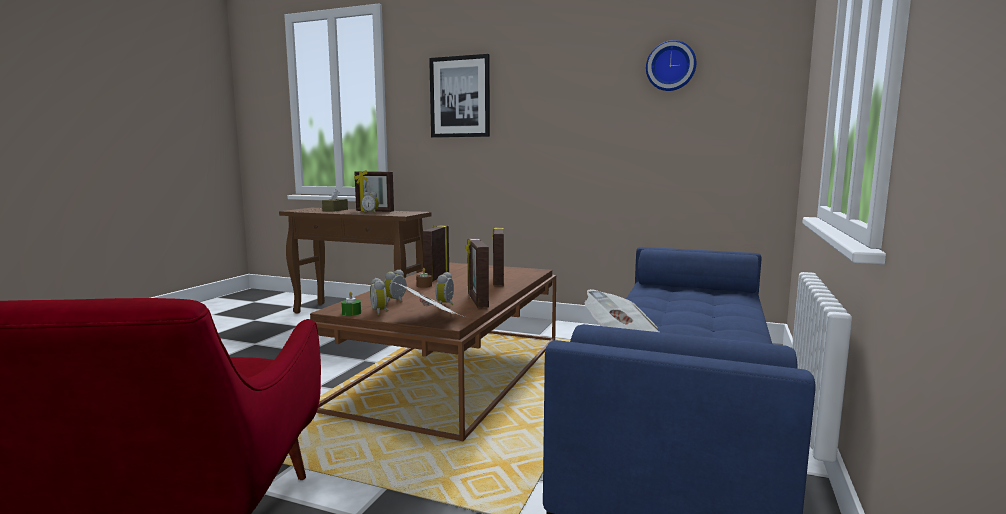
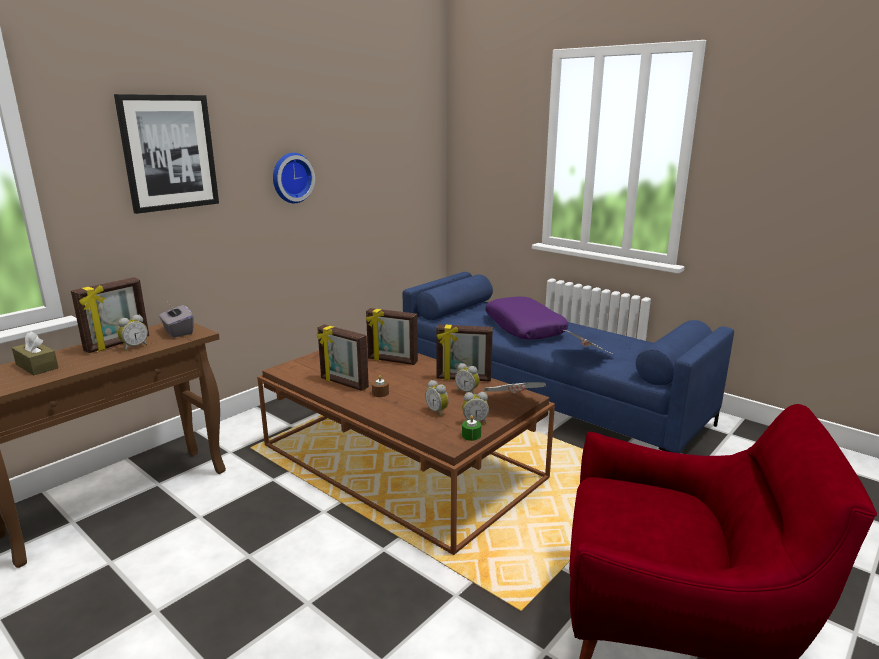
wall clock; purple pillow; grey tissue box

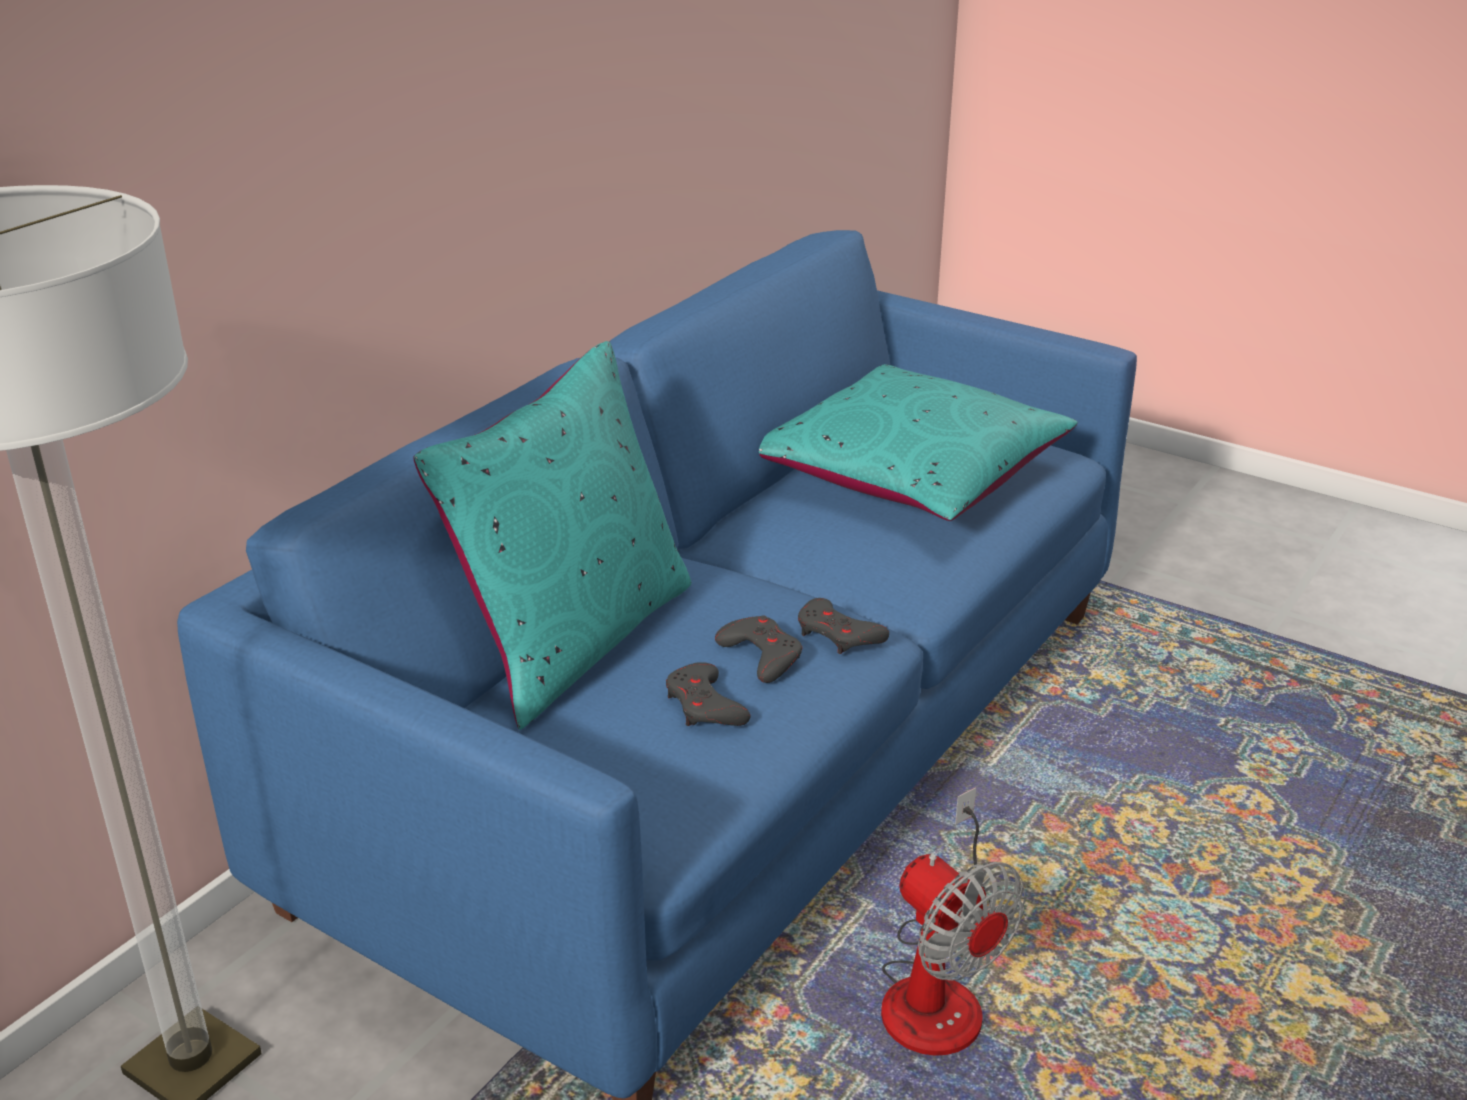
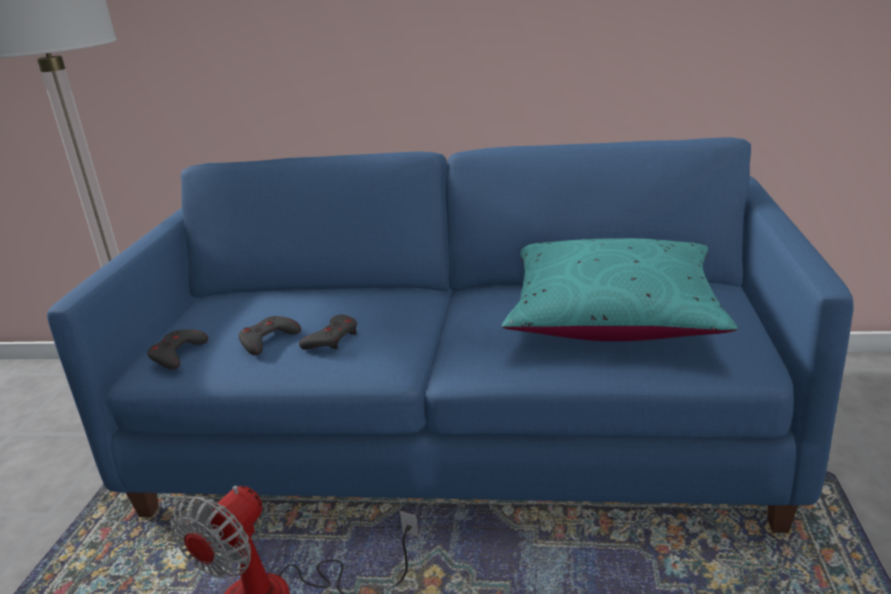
turquoise pillow (no. 1 from left in the first image); grey game controller (no. 1 from left)

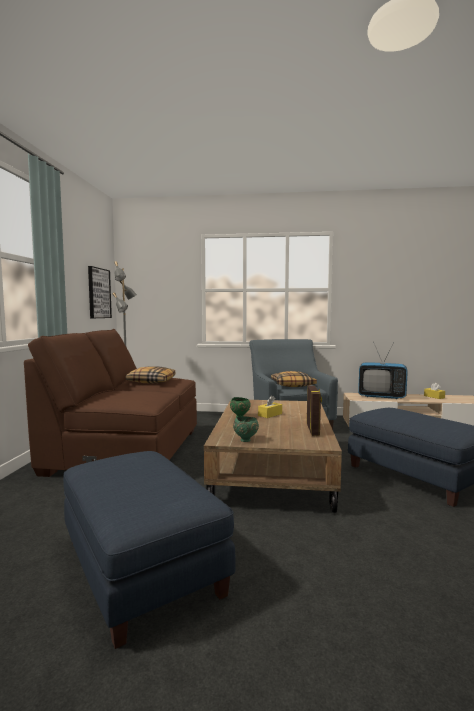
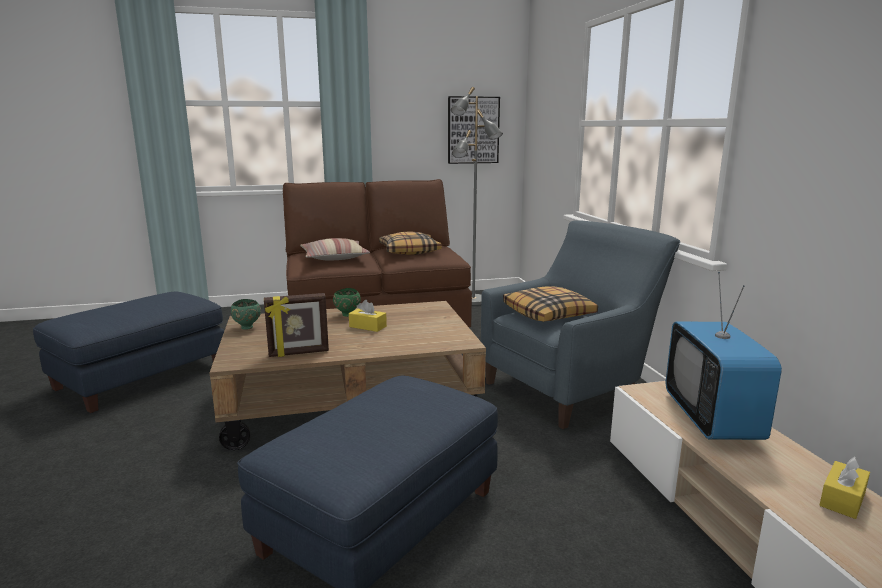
pillow (no. 1 from left)

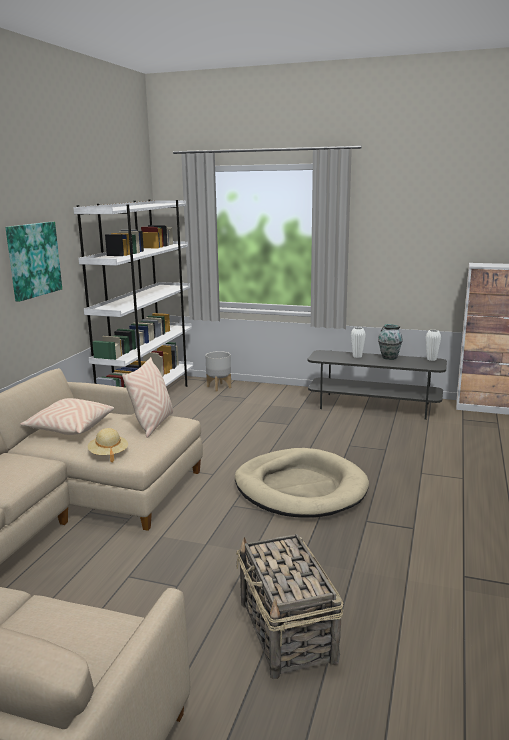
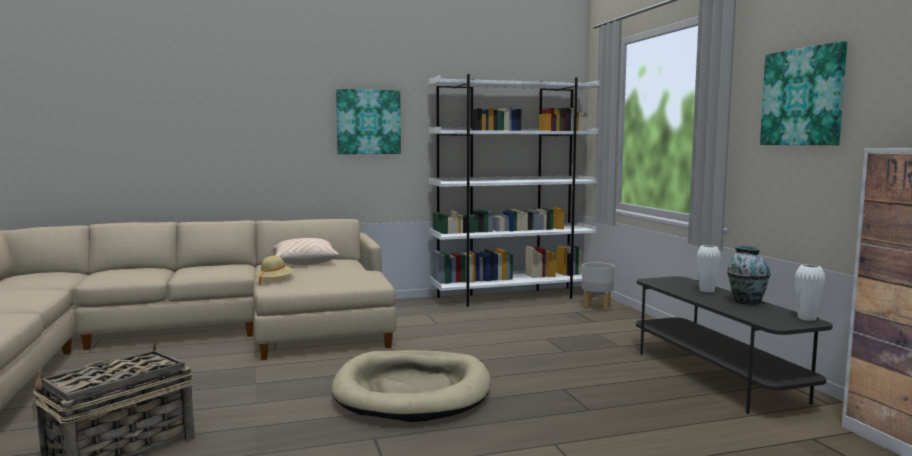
beige pillow (no. 2 from left in the first image); picture (no. 2 from left)

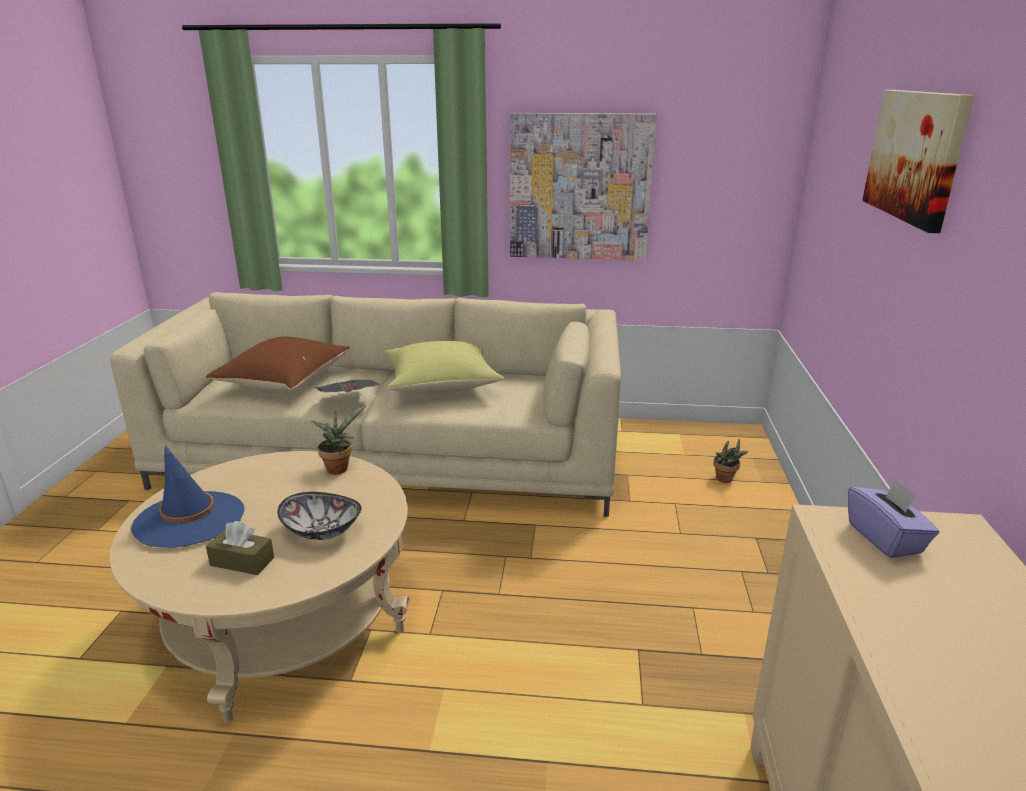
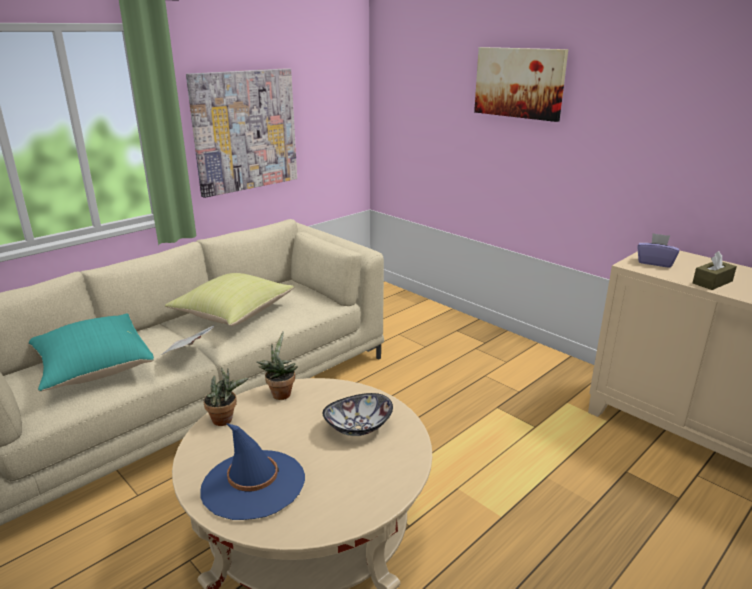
turquoise pillow; potted plant (no. 1 from left); brown tissue box

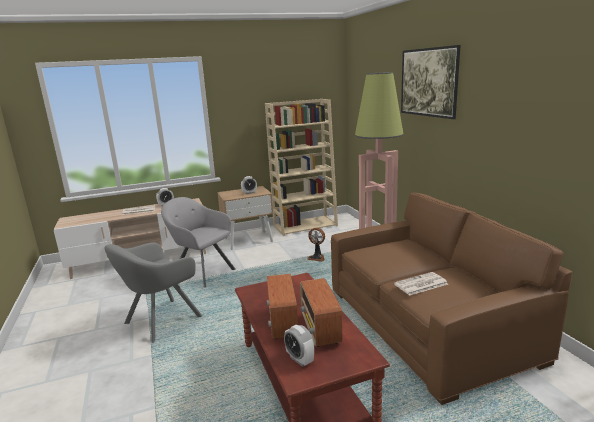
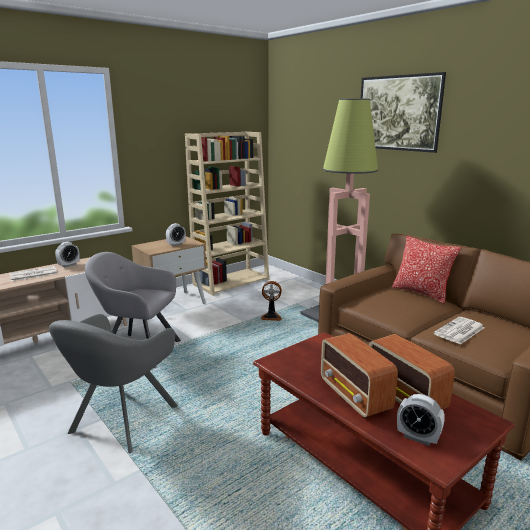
pillow

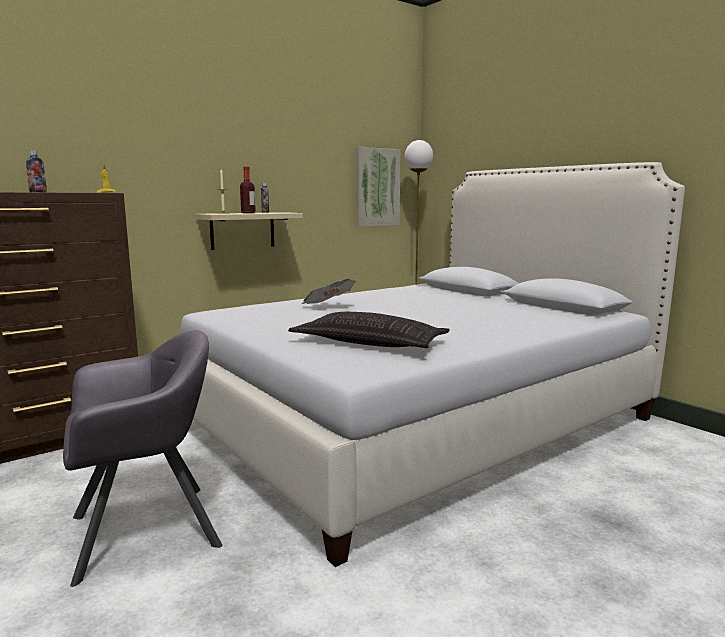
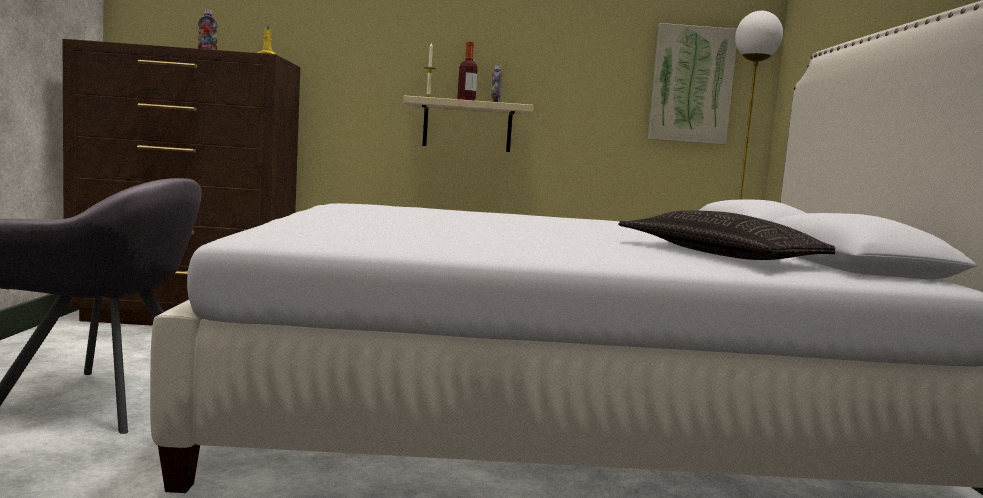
newspaper; pillow

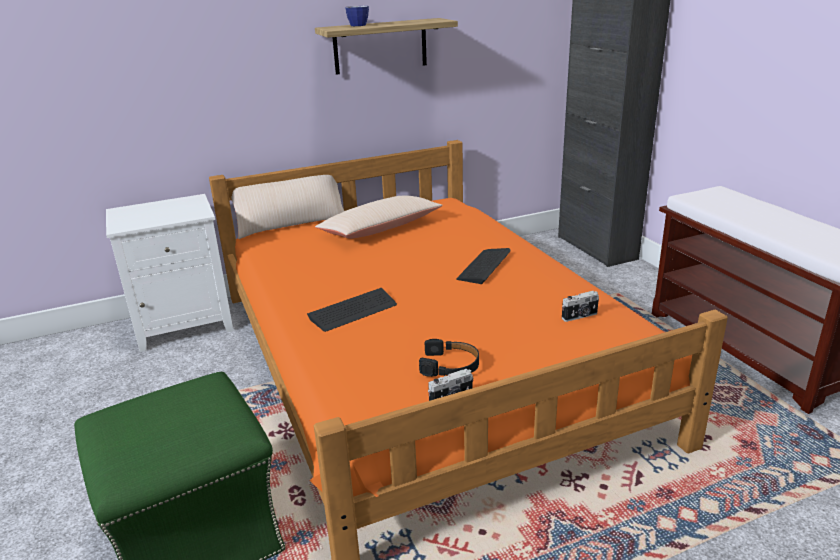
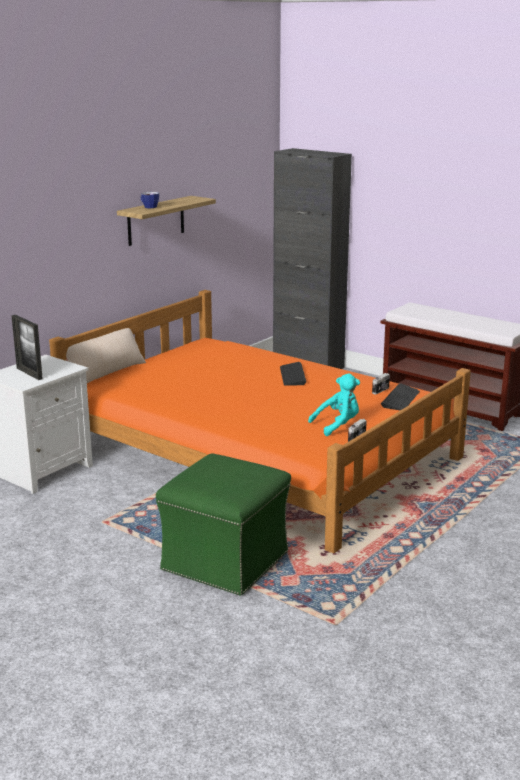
beige pillow (no. 2 from left in the first image); keyboard (no. 2 from left); turquoise plush toy; picture frame

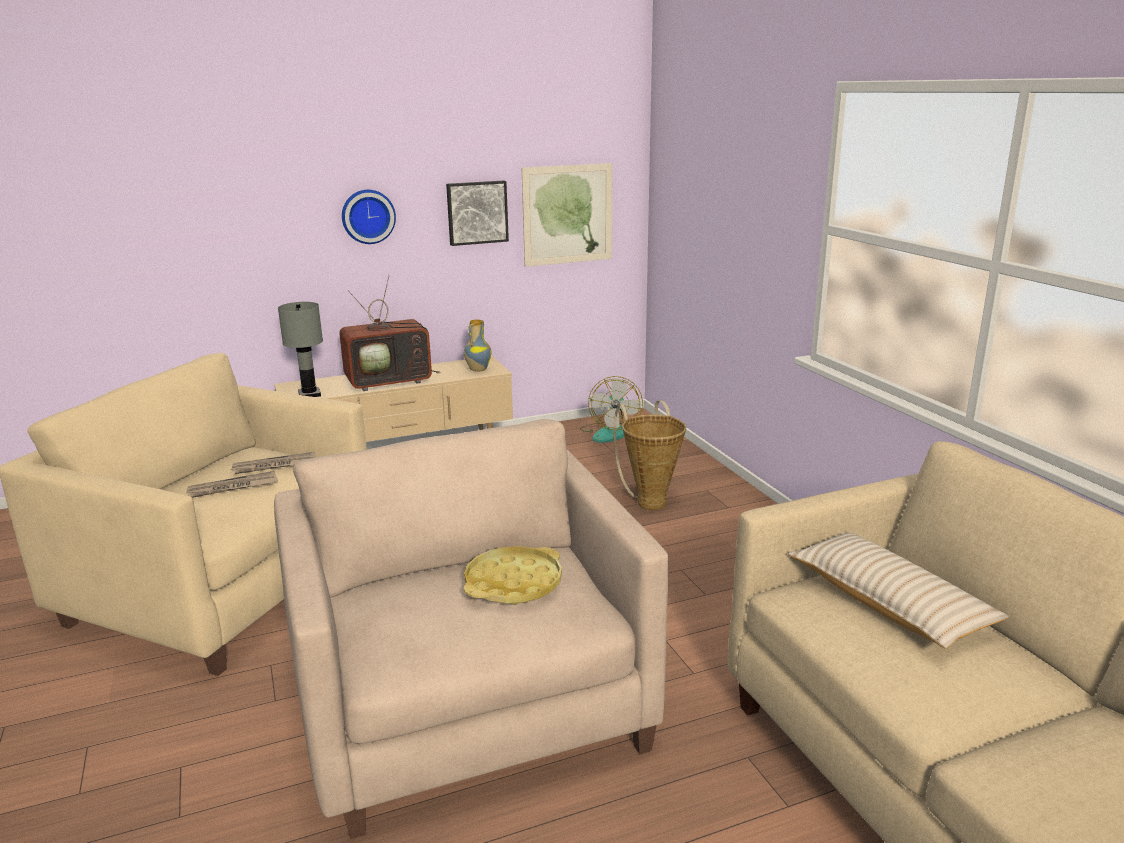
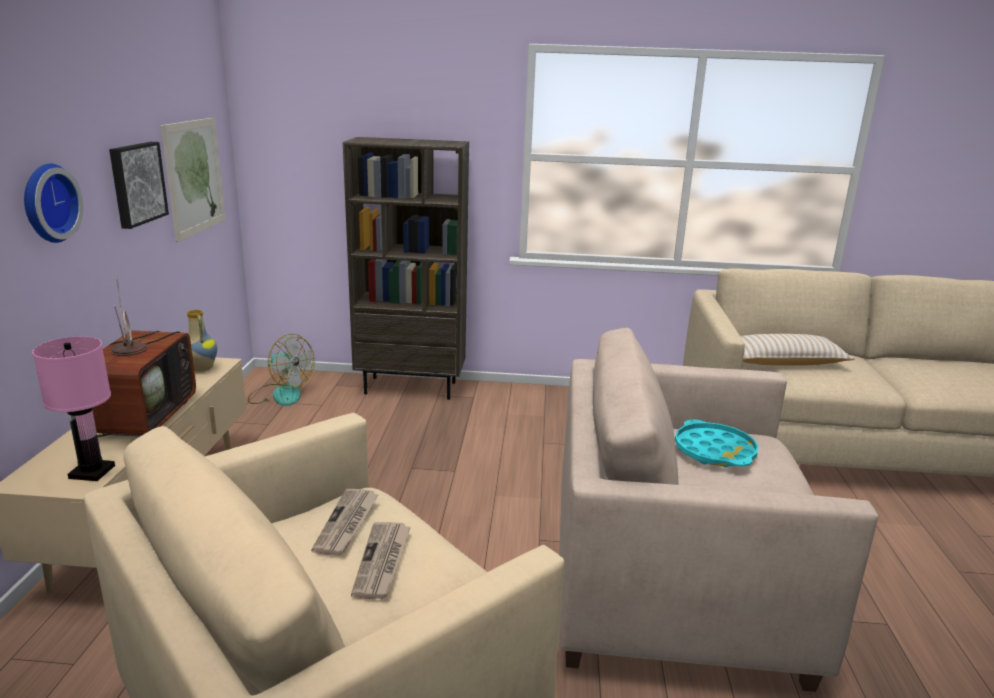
pink table lamp; basket; turquoise tray; brown bookcase

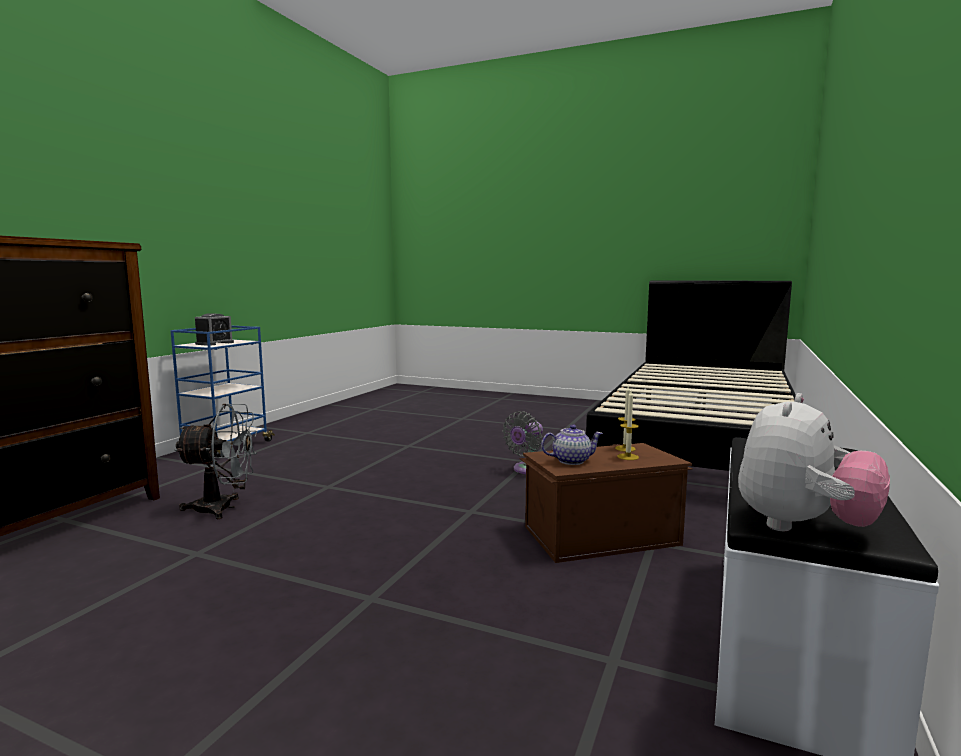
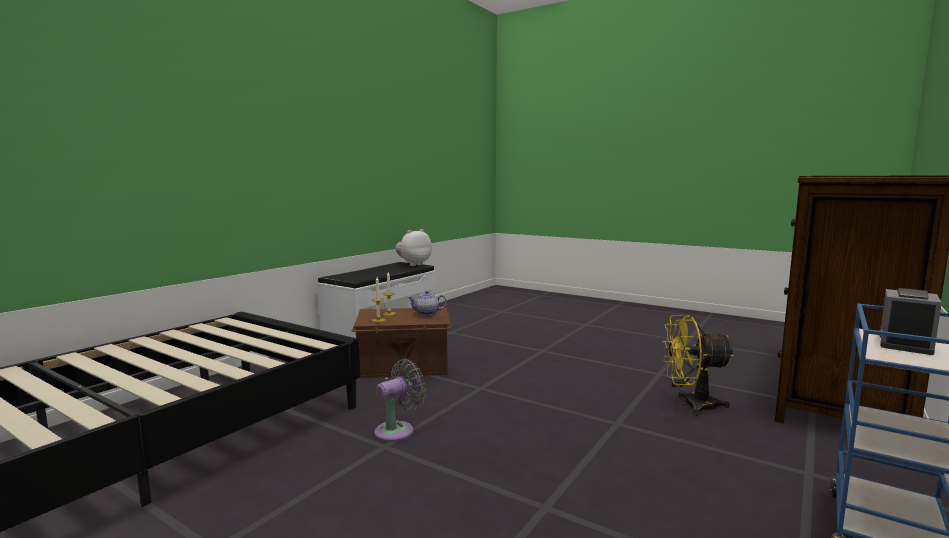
yellow fan

